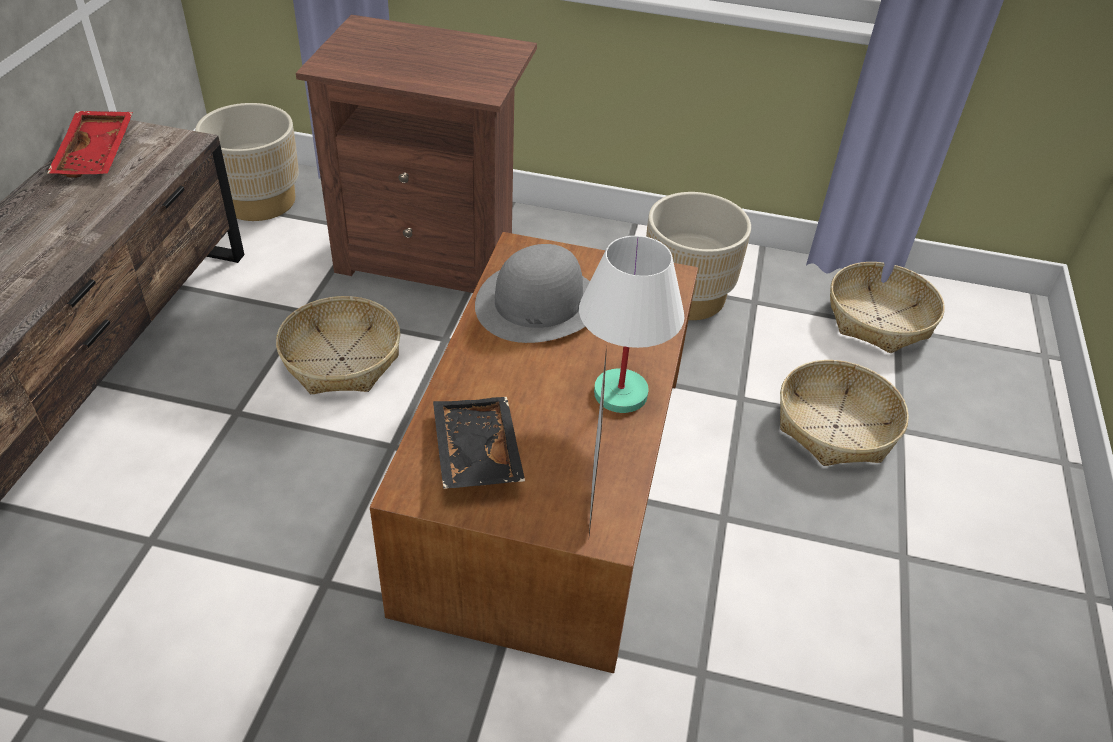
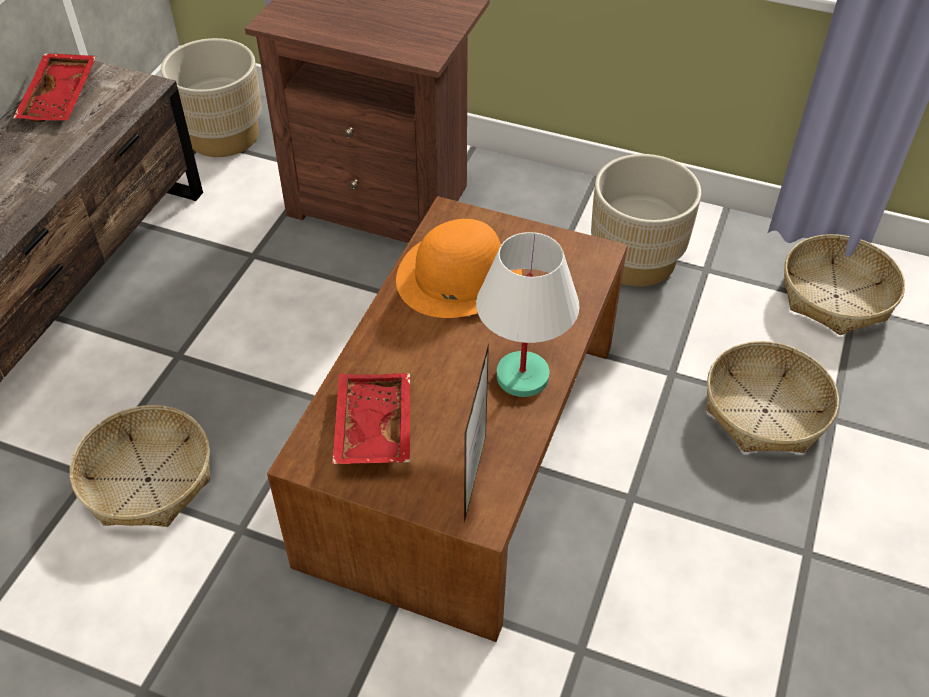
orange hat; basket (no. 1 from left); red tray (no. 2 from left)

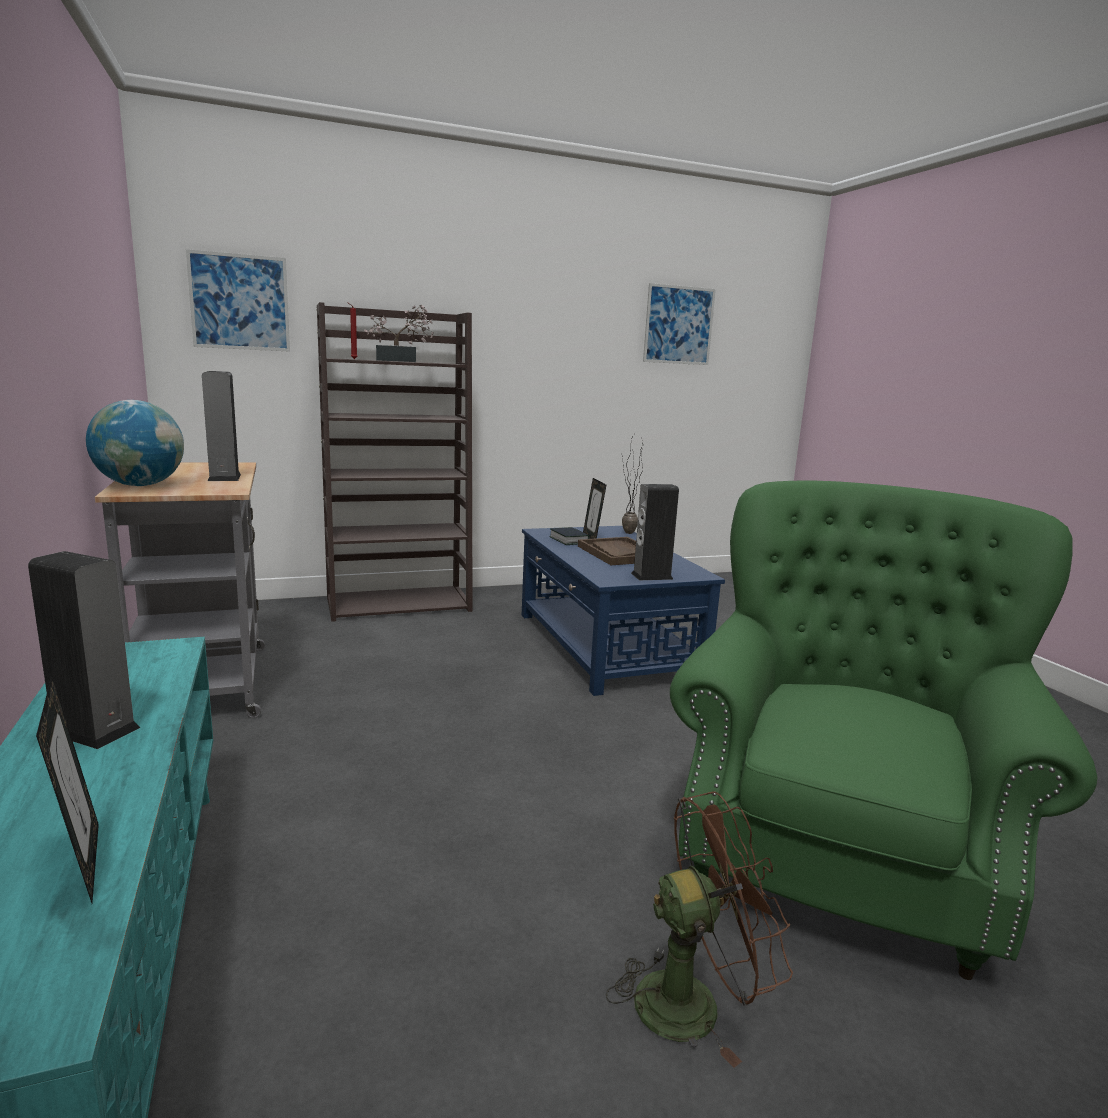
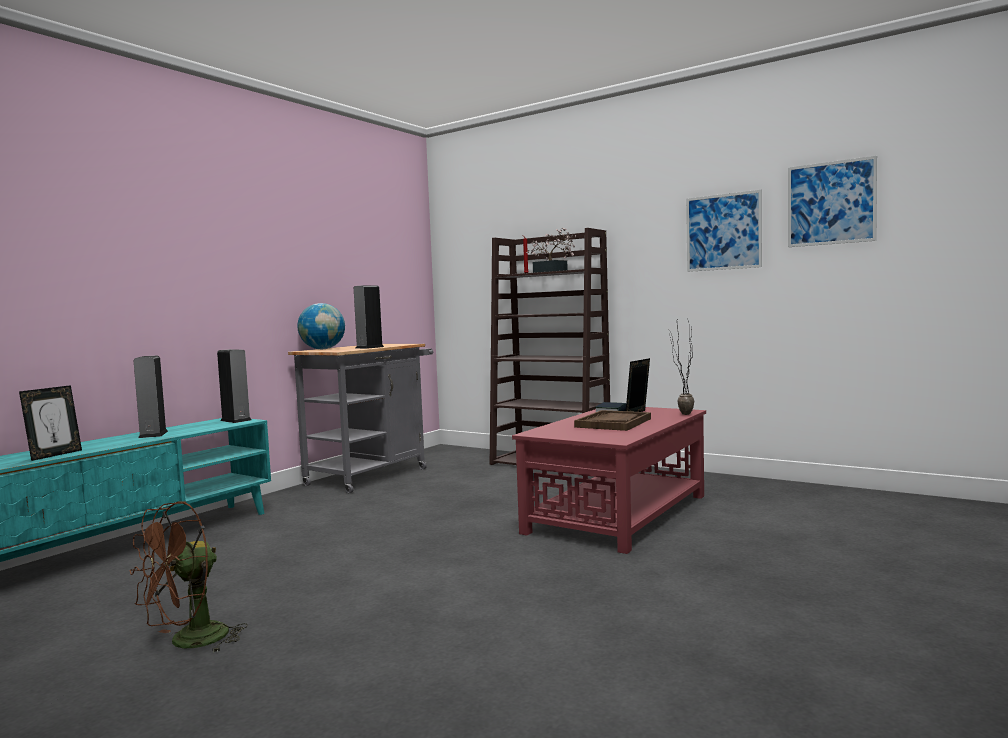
picture (no. 1 from left); green armchair; speaker (no. 2 from left); red coffee table; brown fan

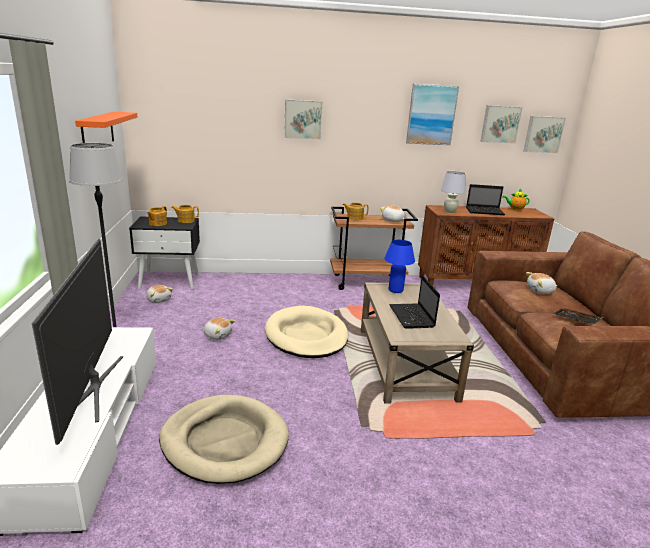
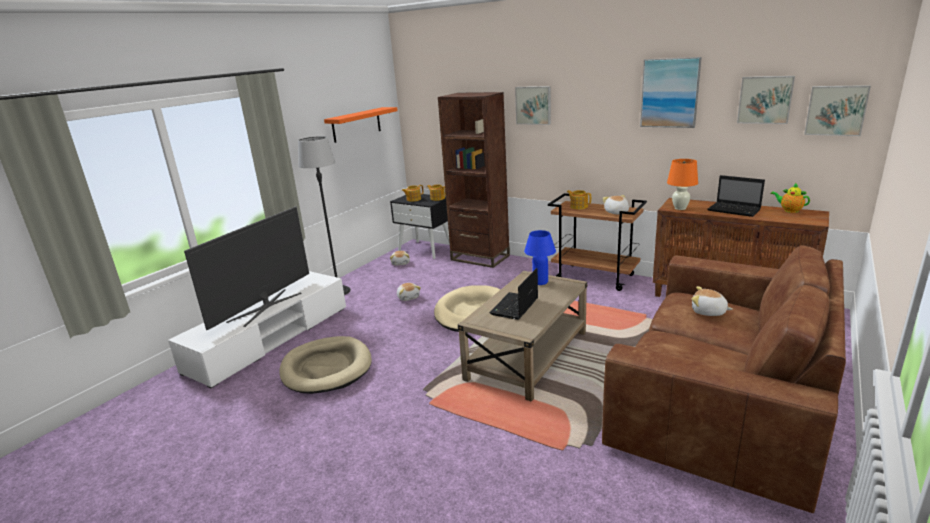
orange table lamp; black tray; brown bookcase

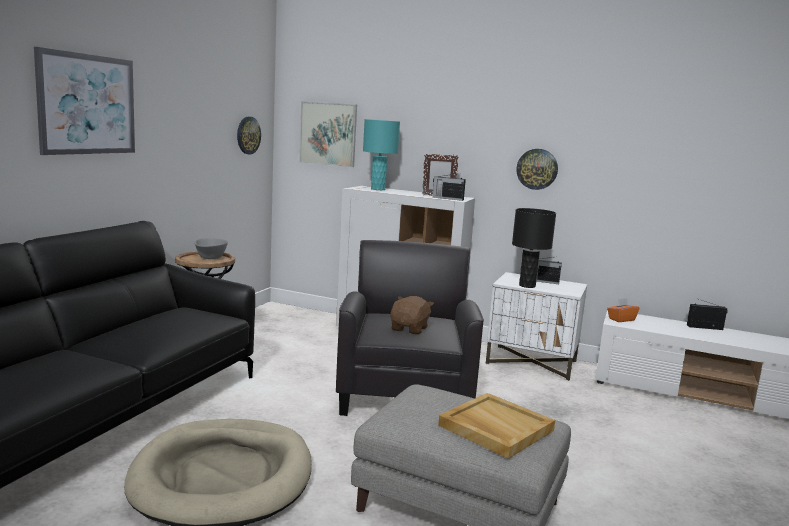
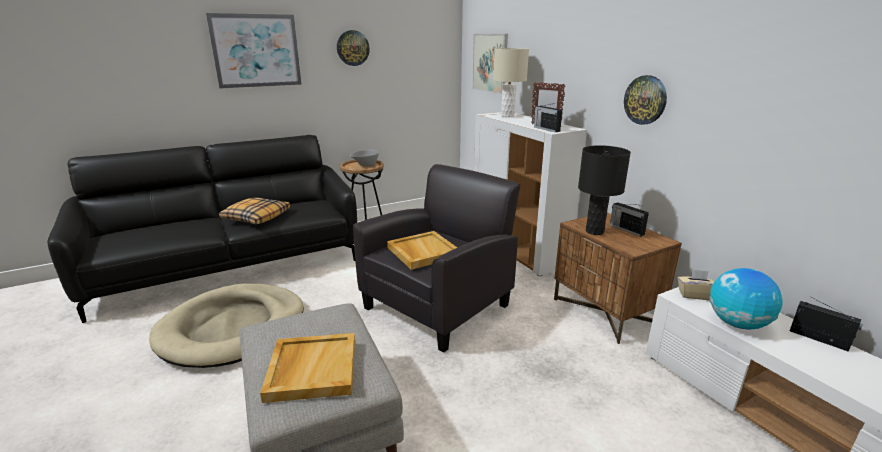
wall clock (no. 1 from left); beige table lamp; brown nightstand; beige tray (no. 2 from left); beige tissue box; pillow; globe

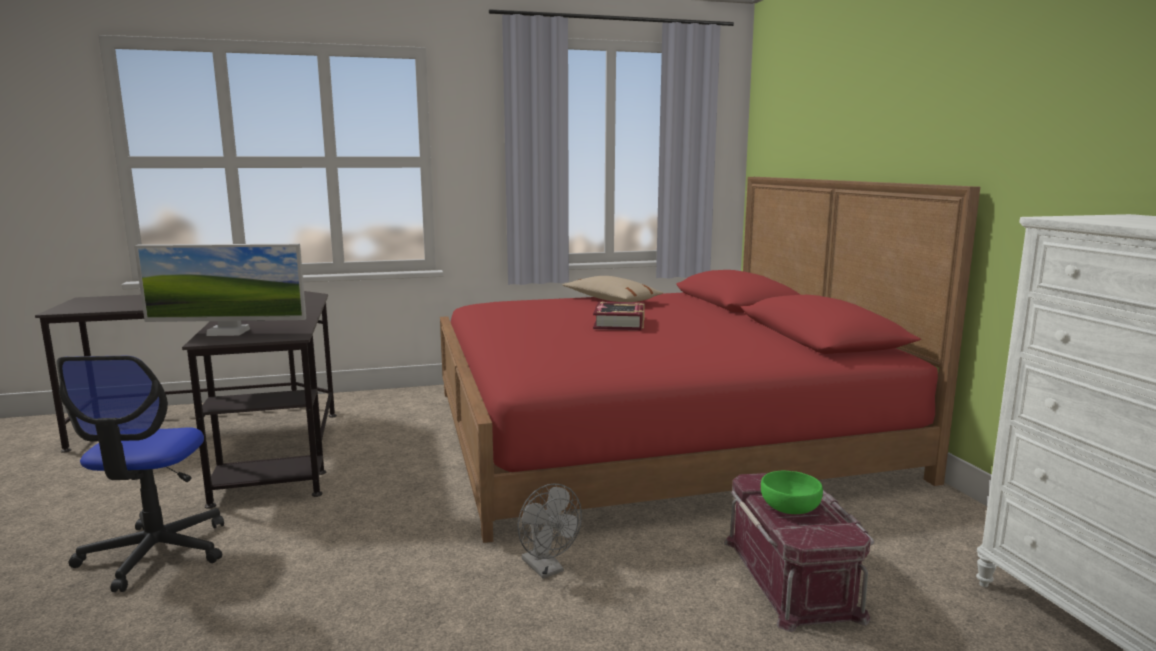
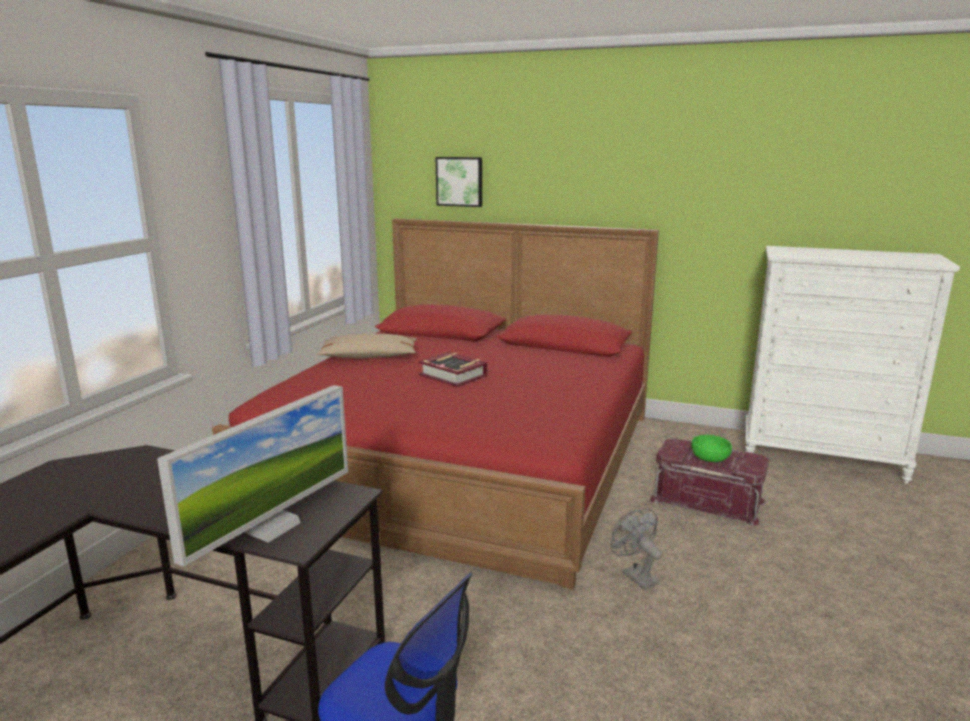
grey fan; picture

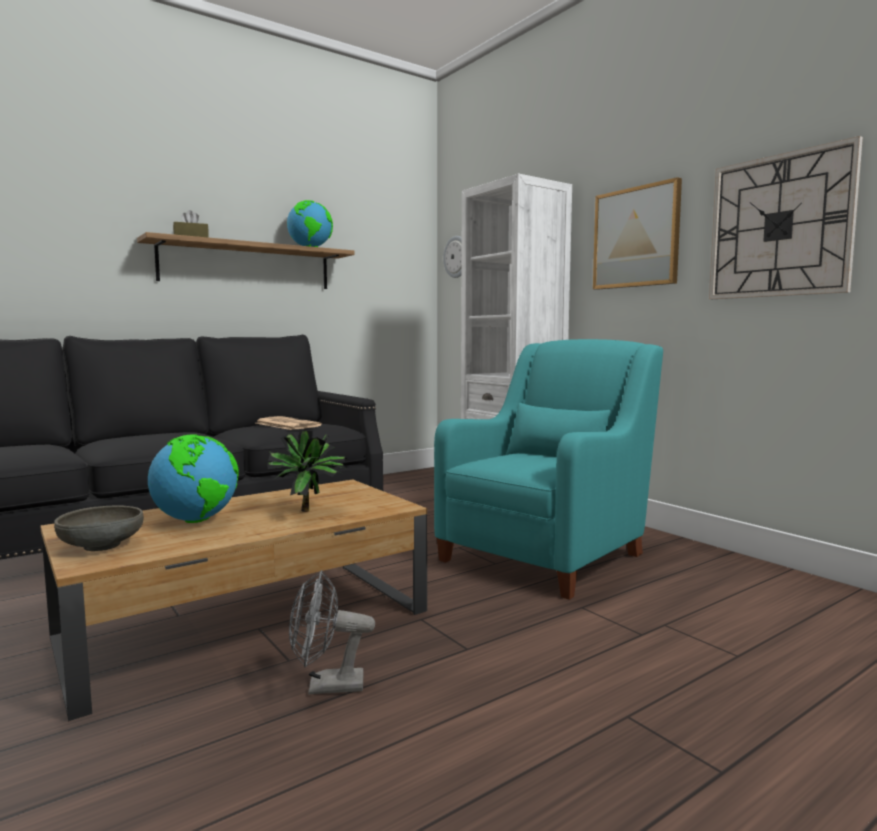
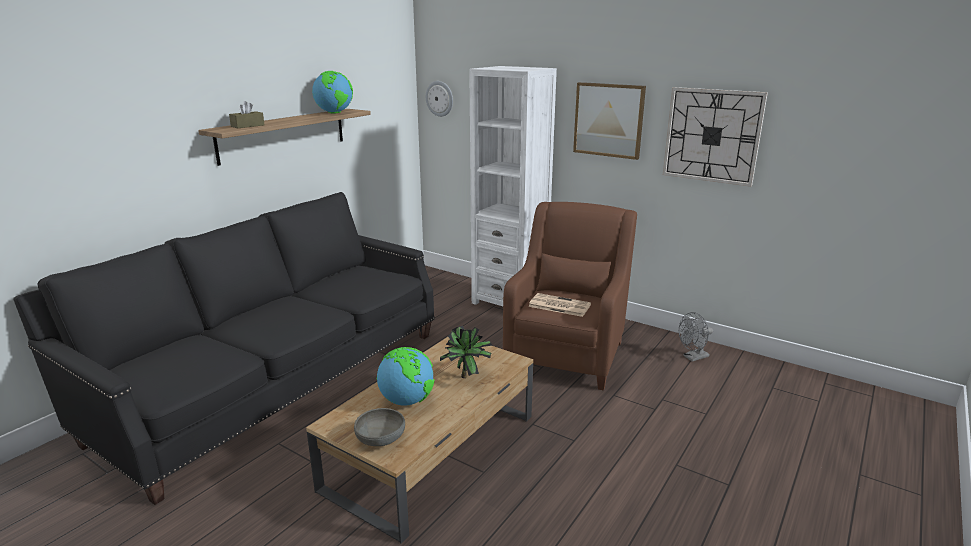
brown armchair; newspaper; grey fan

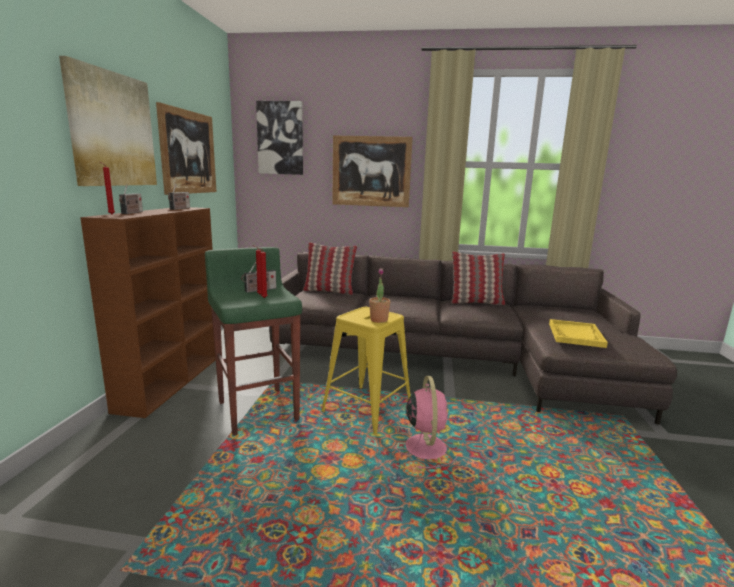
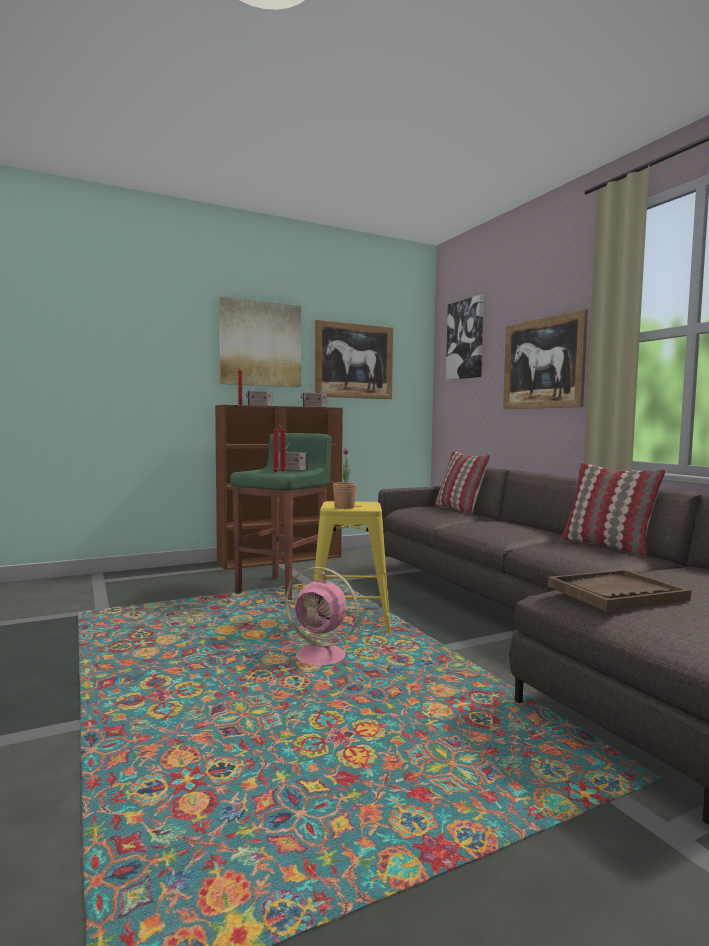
brown tray; pink fan

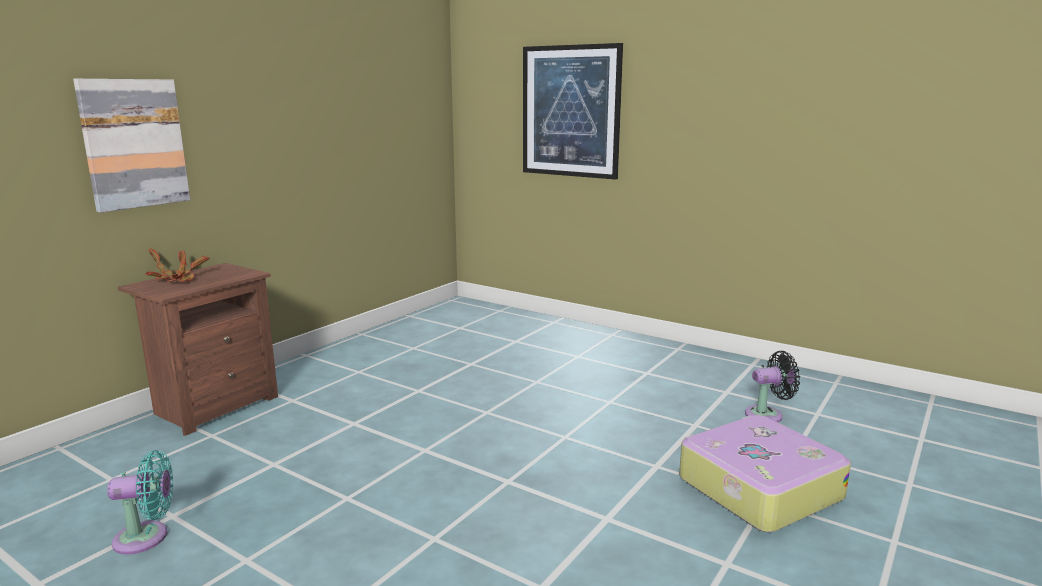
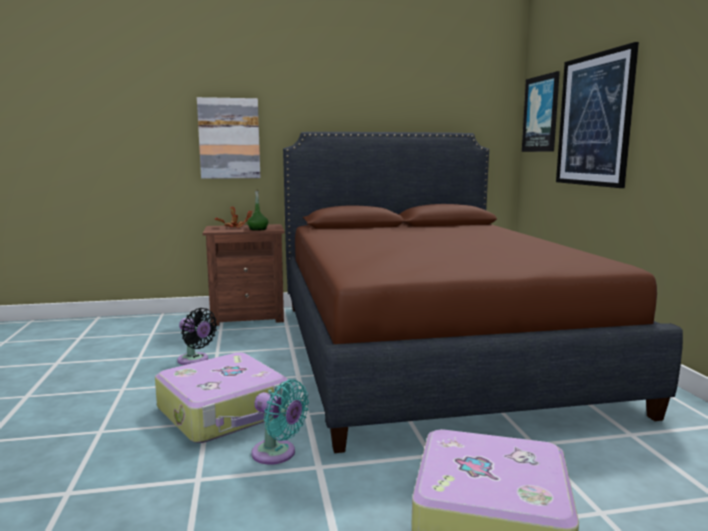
black fan; turquoise fan; picture (no. 2 from left); brown bed; green bottle; suitcase (no. 1 from left)

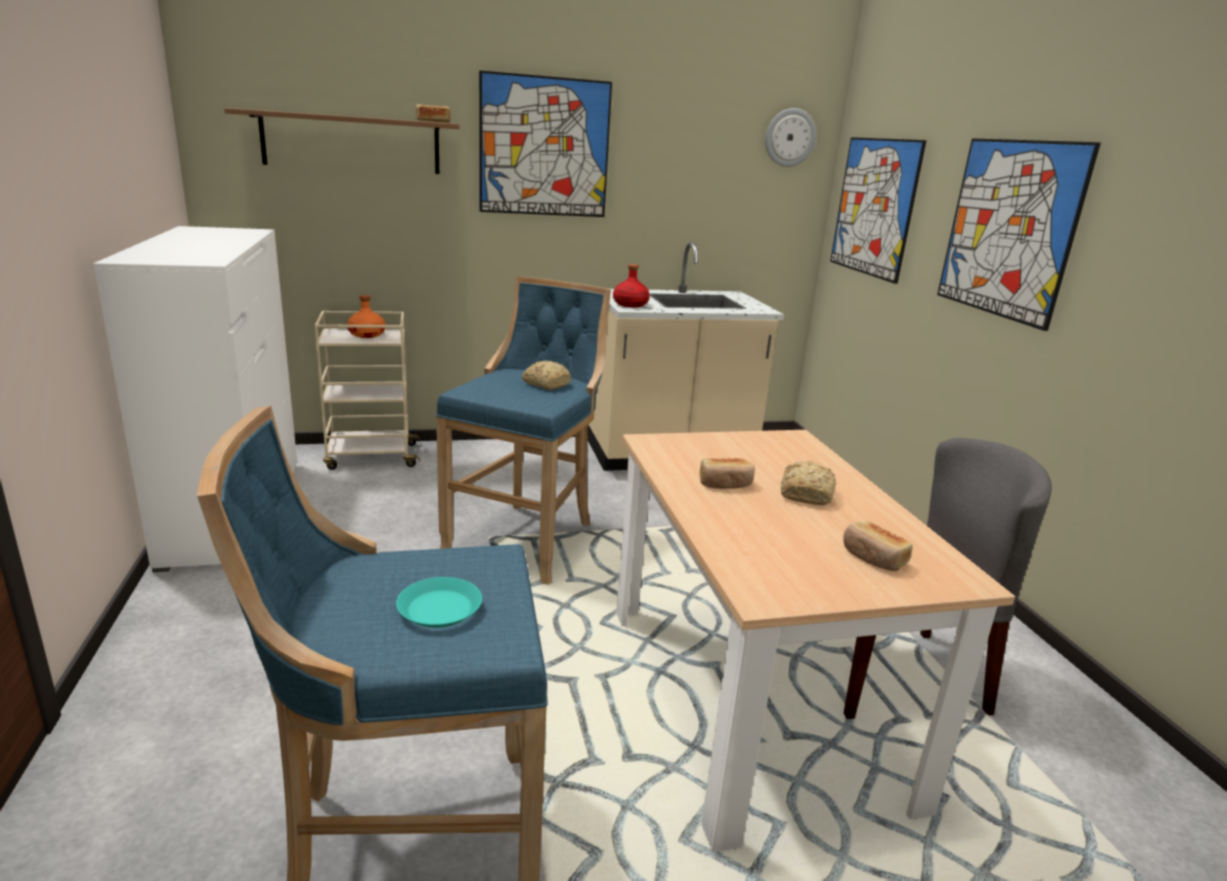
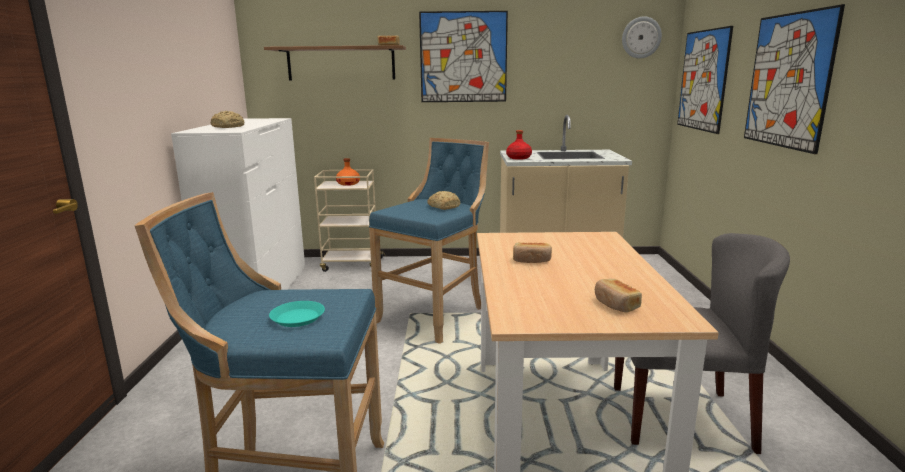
bread (no. 1 from left)

